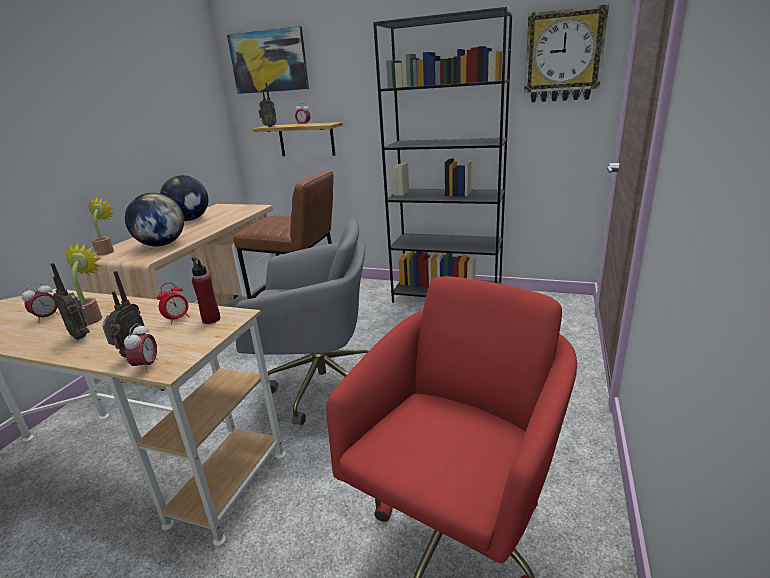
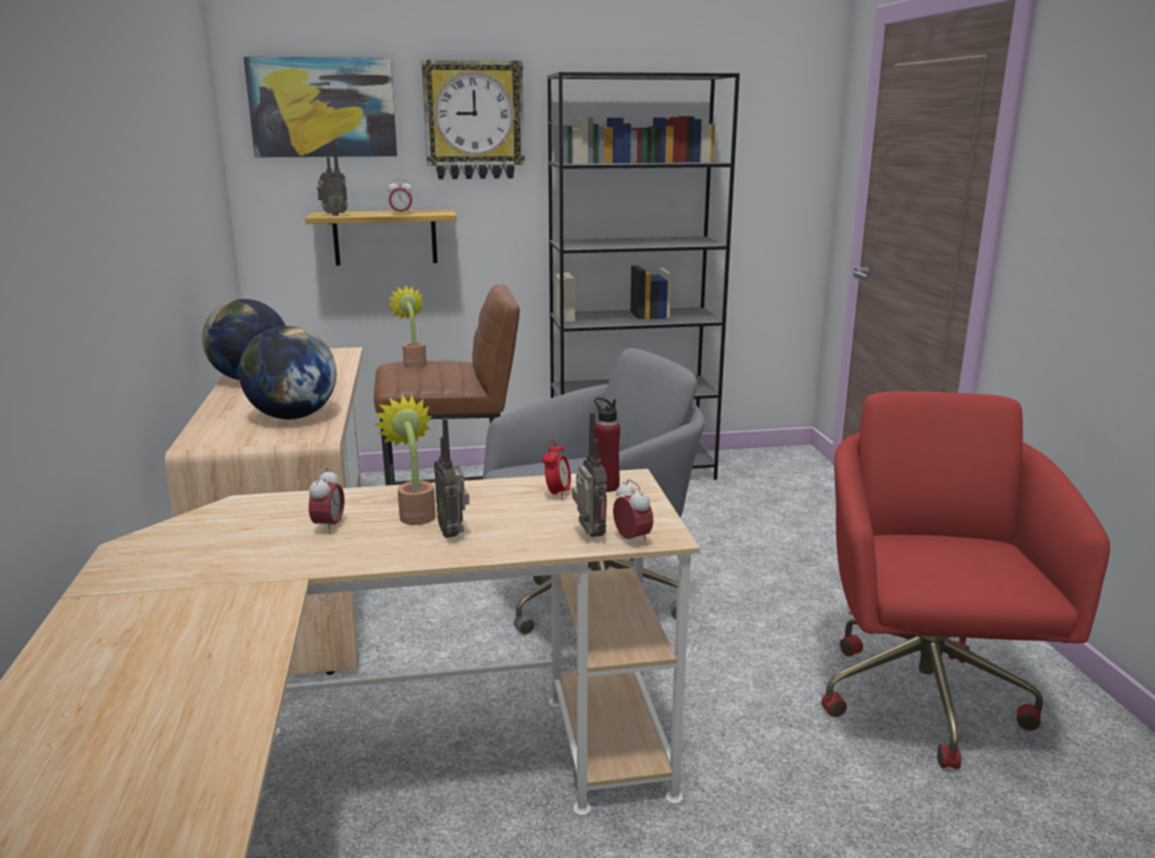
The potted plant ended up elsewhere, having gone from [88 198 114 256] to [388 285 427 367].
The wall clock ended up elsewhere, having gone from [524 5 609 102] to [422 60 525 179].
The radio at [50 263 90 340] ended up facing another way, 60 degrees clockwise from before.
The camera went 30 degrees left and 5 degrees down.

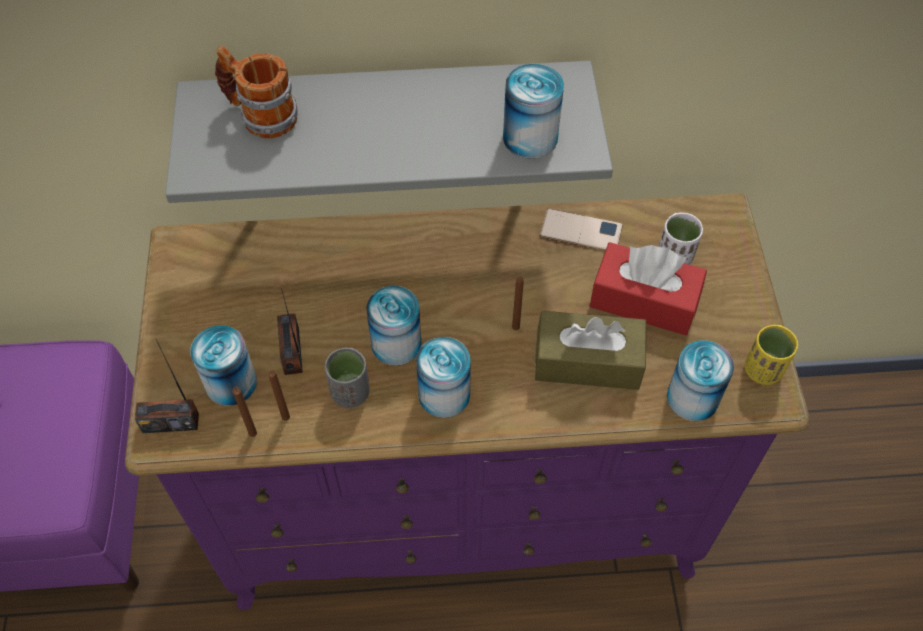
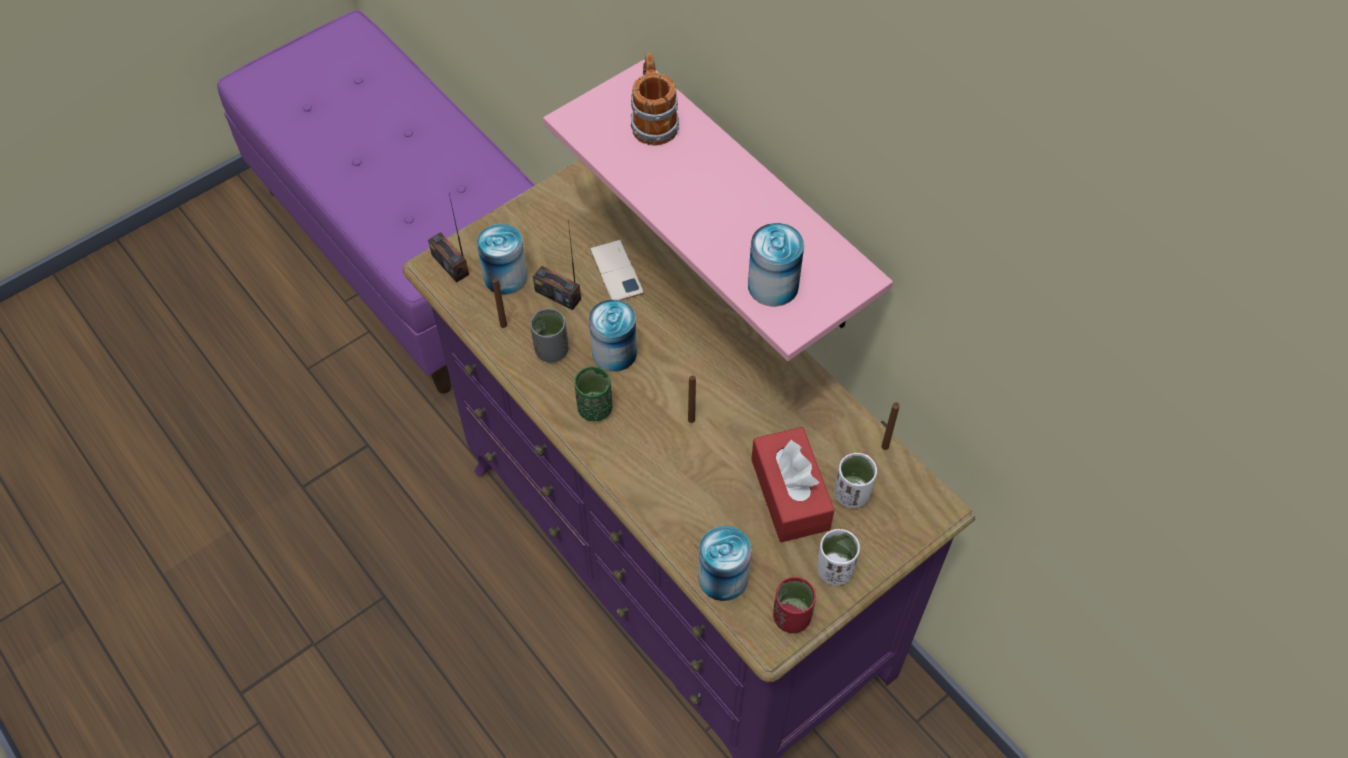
The radio at [277 288 303 375] ended up facing another way, 105 degrees counterclockwise from before.
What was the grey shelf at [165 60 613 203] turned into the pink shelf at [543 60 893 361].
Where the can stood at [416 337 471 418], the green cup came to stand at [574 366 612 421].
The phone ended up elsewhere, having gone from [540 209 623 251] to [590 239 644 301].
What was the yellow cup at [745 325 798 385] turned into the red cup at [773 577 816 633].
The second view gained the white cup at [817 529 860 585].
The brown candle ended up elsewhere, having gone from [233 387 257 437] to [881 402 900 450].
The second view lost the brown tissue box at [535 311 646 390].
The camera went 55 degrees right and 0 degrees up.

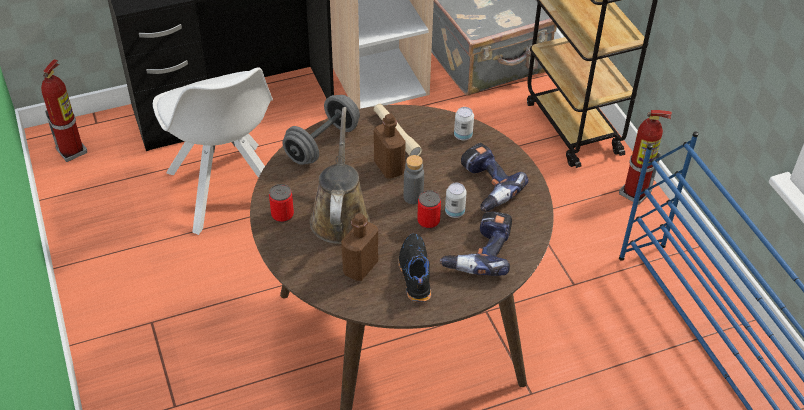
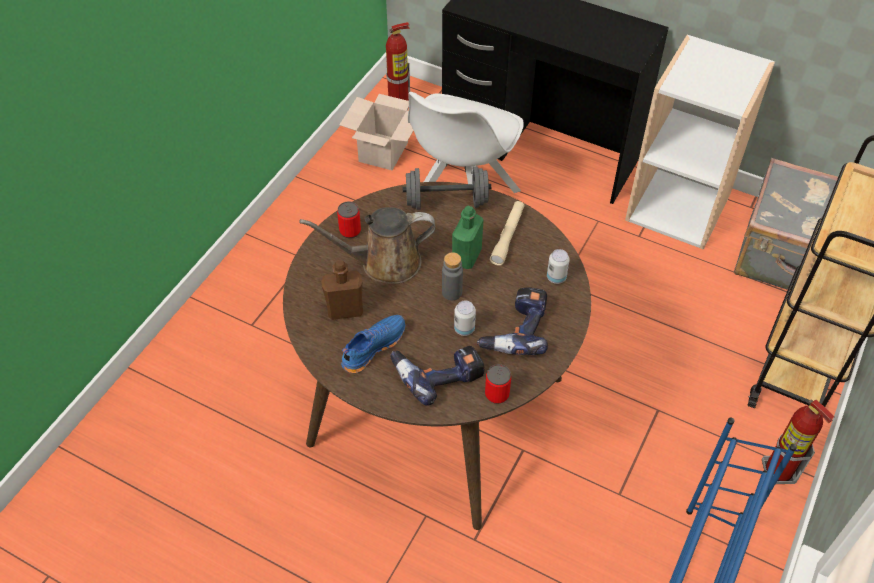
The brown watering can at [310 107 370 244] ended up facing another way, 150 degrees counterclockwise from before.
The second view gained the cardboard box at [339 94 414 170].
What was the black shoe at [398 234 431 303] turned into the blue shoe at [341 315 405 373].
What was the brown bottle at [374 113 406 179] turned into the green bottle at [452 206 483 269].
The can ended up elsewhere, having gone from [417 190 441 229] to [485 364 511 404].
The camera went 50 degrees right and 5 degrees up.

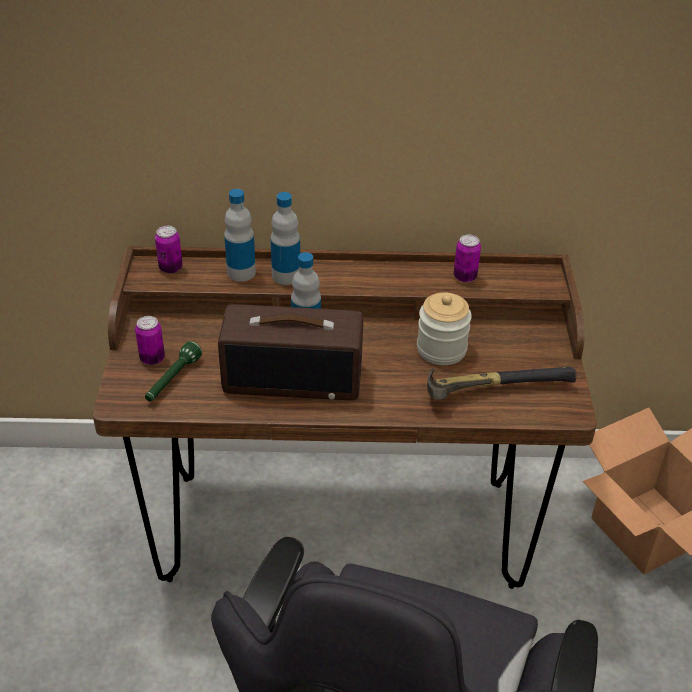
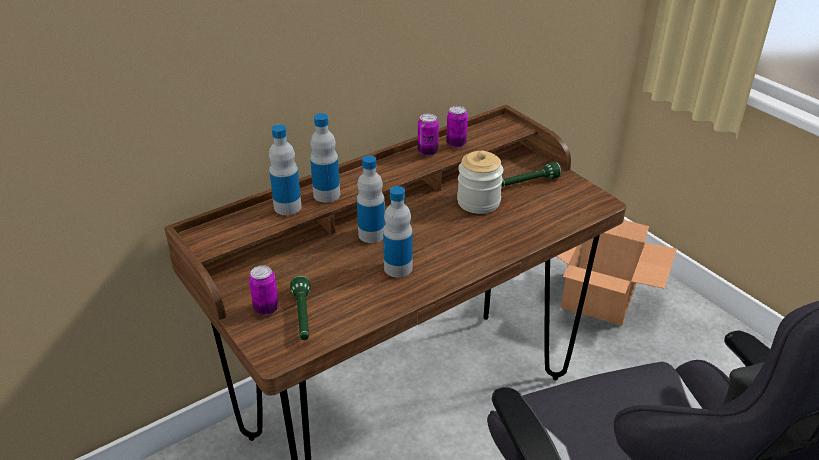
Where the radio stood at [218 304 363 400], the bottle came to stand at [383 186 413 278].
The can ended up elsewhere, having gone from [155 226 182 273] to [418 113 439 156].
The second view gained the green flashlight at [501 162 562 187].
The second view lost the hammer at [427 367 576 400].
The camera went 35 degrees left and 5 degrees down.

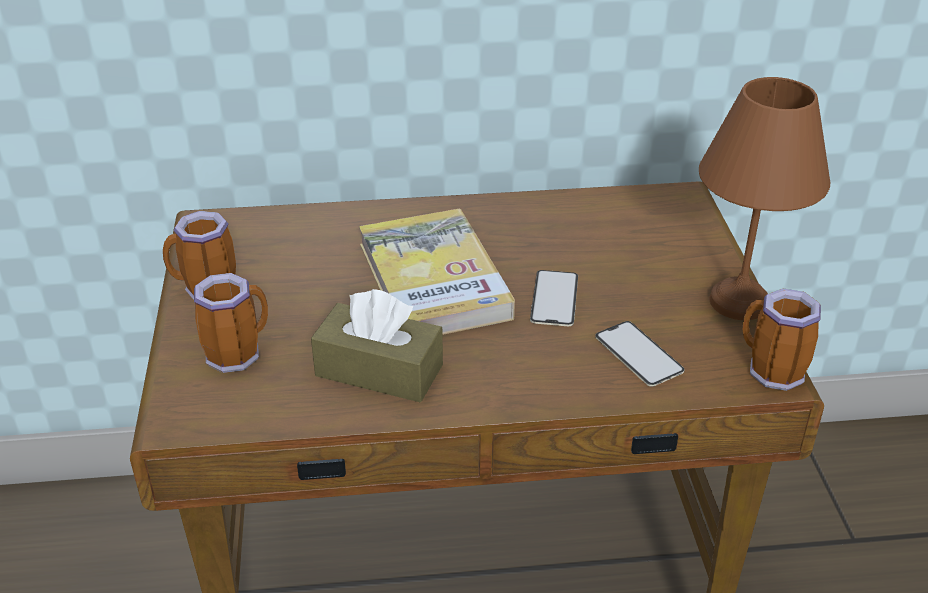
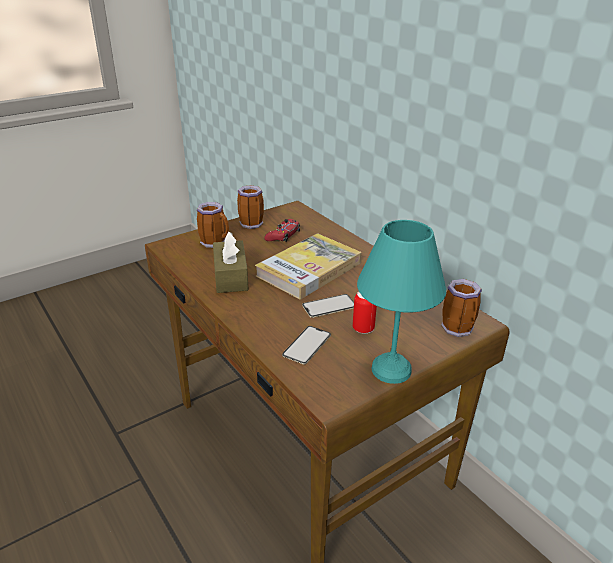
The second view gained the red game controller at [265 219 300 242].
The second view gained the can at [353 292 377 334].
What was the brown table lamp at [699 77 830 320] turned into the turquoise table lamp at [357 220 446 384].
The mug ended up elsewhere, having gone from [743 289 821 391] to [441 279 482 337].
The camera went 60 degrees right and 5 degrees down.

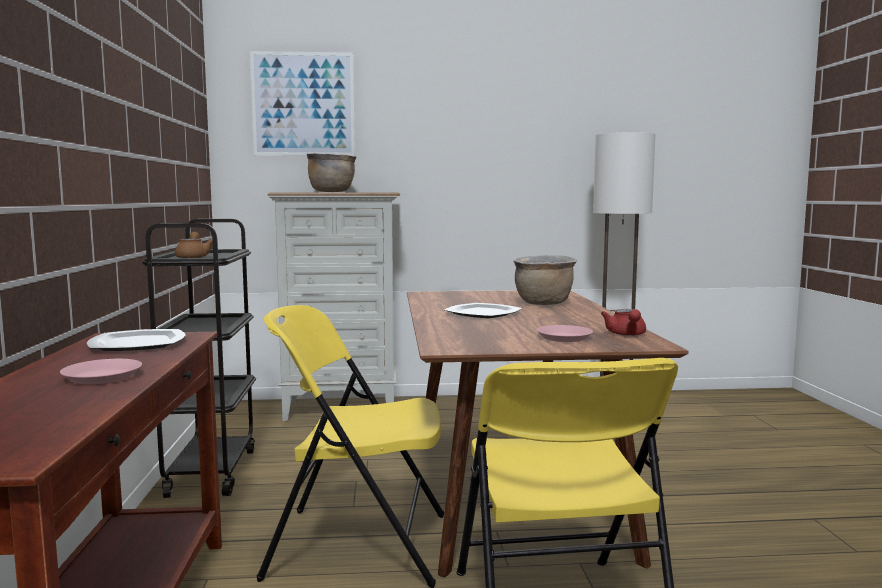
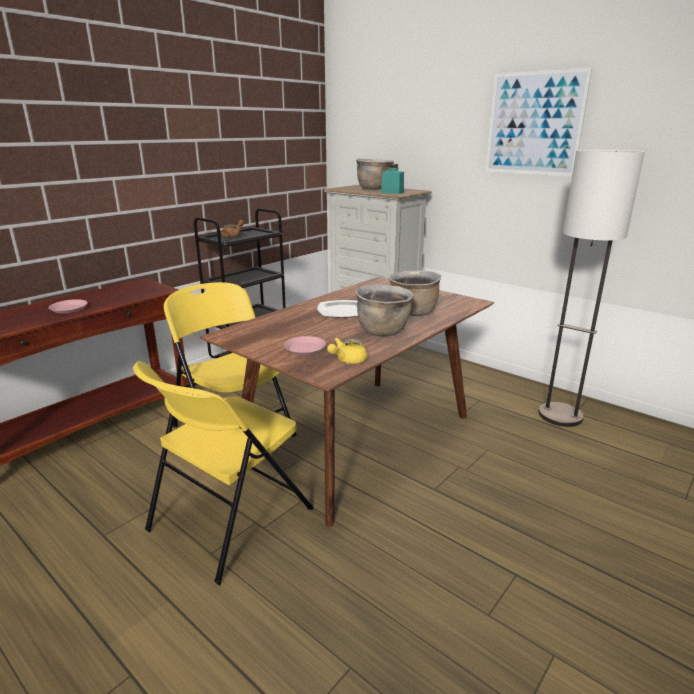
What was the red teapot at [601 309 646 336] turned into the yellow teapot at [327 337 368 364].
The second view gained the brown cooking pot at [356 284 414 336].
The second view gained the turquoise jar at [381 164 404 194].
The picture ended up elsewhere, having gone from [250 51 355 156] to [486 68 592 176].
The second view lost the plate at [87 329 185 351].
The camera went 45 degrees right and 15 degrees up.

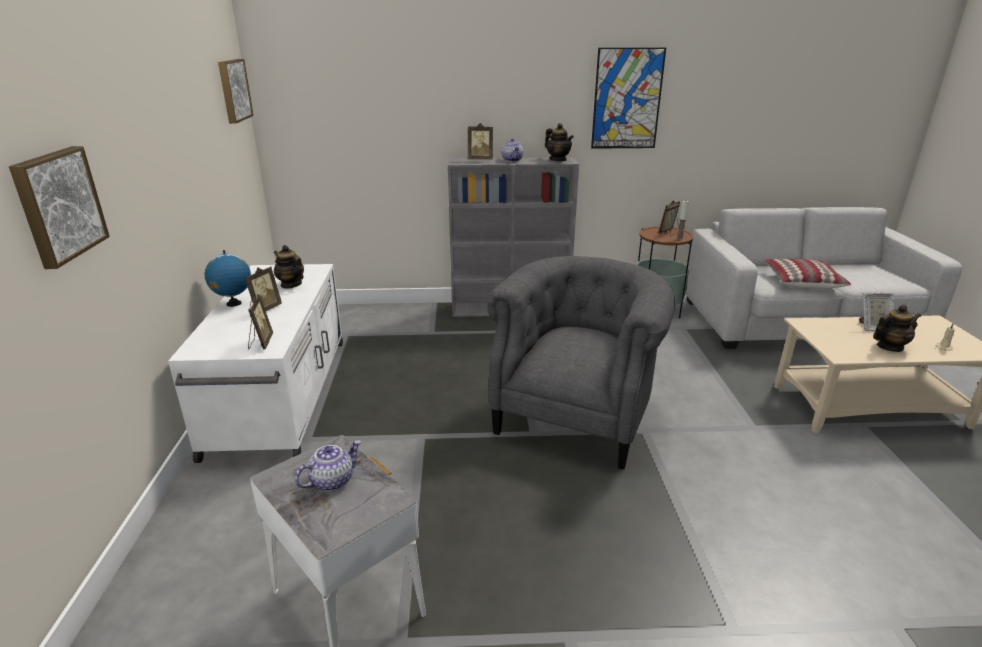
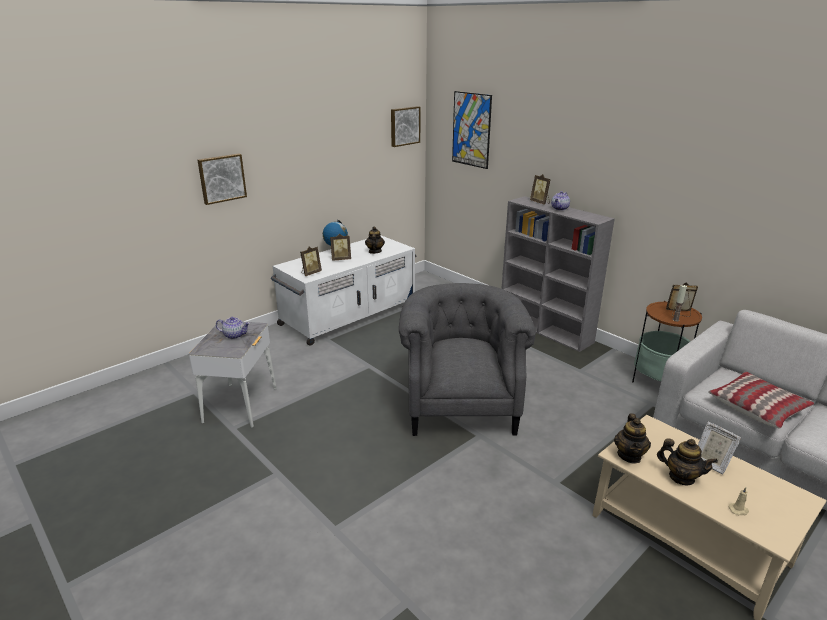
The grey armchair at [487 256 675 470] ended up facing another way, 75 degrees counterclockwise from before.
The picture ended up elsewhere, having gone from [591 48 666 149] to [452 91 492 169].
The teapot ended up elsewhere, having gone from [545 123 574 161] to [614 413 651 464].
The camera went 50 degrees right and 0 degrees up.

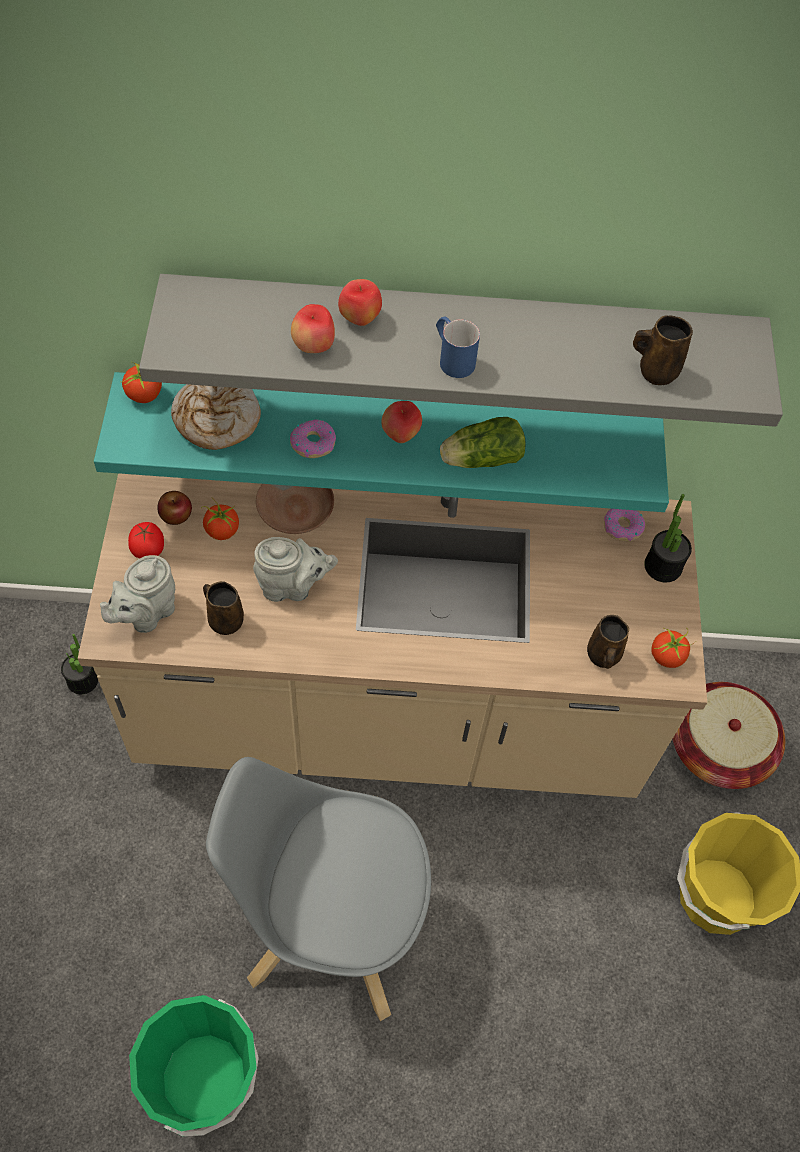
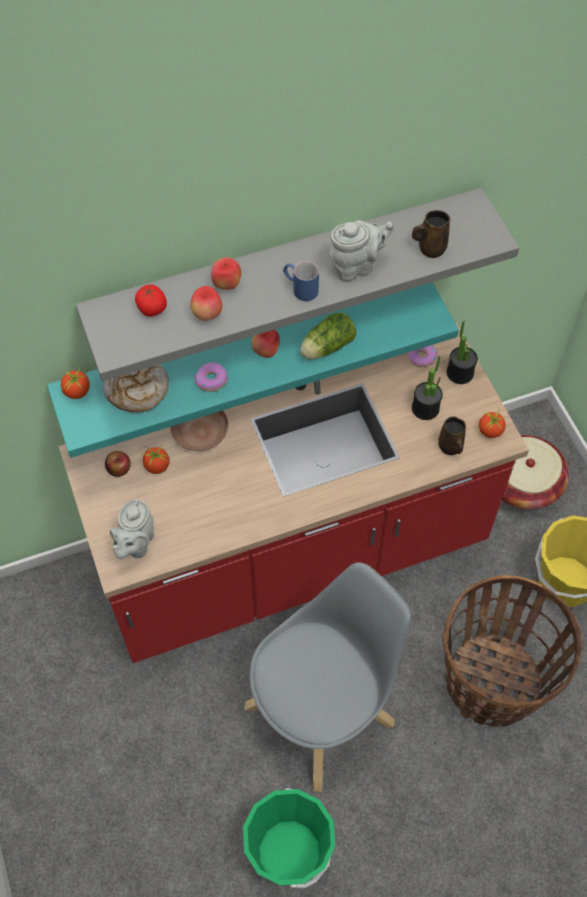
What was the beige counter at [78 473 707 798] turned into the red counter at [59 323 529 663].
The tomato ended up elsewhere, having gone from [128 522 164 558] to [135 285 167 317].
The grey chair at [206 757 431 1021] ended up facing another way, 150 degrees clockwise from before.
The grey teapot ended up elsewhere, having gone from [253 537 338 602] to [330 220 394 281].
The potted plant ended up elsewhere, having gone from [61 634 98 694] to [412 355 443 420].
The second view gained the basket at [442 575 583 727].
The second view lost the brown mug at [203 581 244 635].
The camera went 20 degrees left and 0 degrees up.

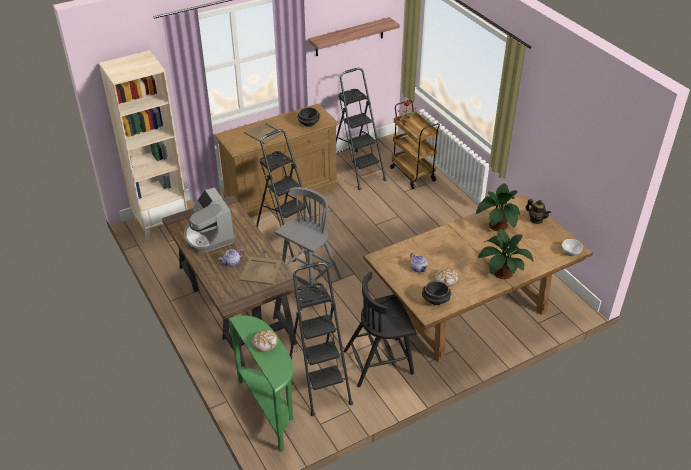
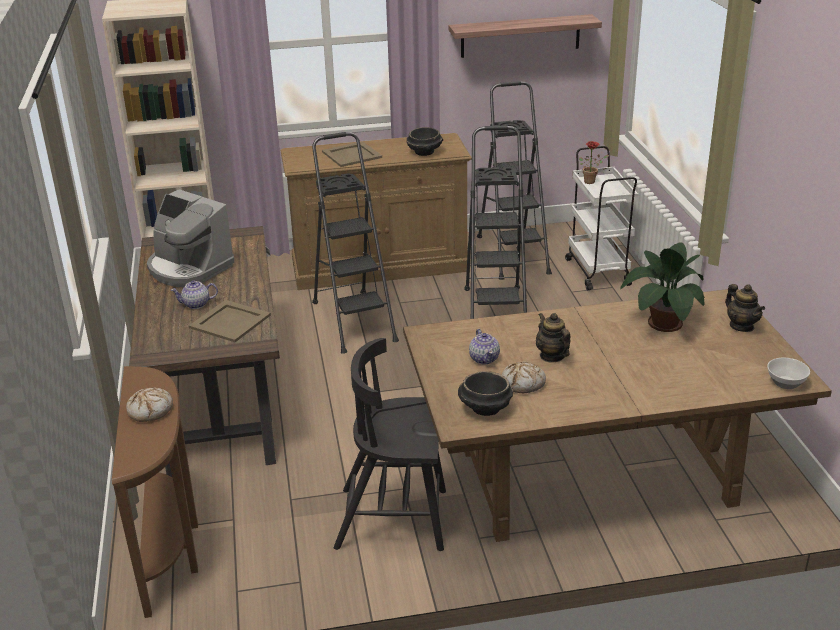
What was the green console table at [228 316 293 452] turned into the brown console table at [112 366 198 618].
The coffee machine at [184 187 235 252] ended up facing another way, 45 degrees counterclockwise from before.
The step ladder ended up elsewhere, having gone from [290 262 353 416] to [464 126 527 319].
The second view gained the teapot at [536 313 570 363].
What was the brown cart at [390 100 440 189] turned into the white cart at [565 146 638 290].
The second view lost the grey stool at [275 187 341 286].
The second view lost the potted plant at [478 229 534 279].
The camera went 20 degrees right and 10 degrees down.

